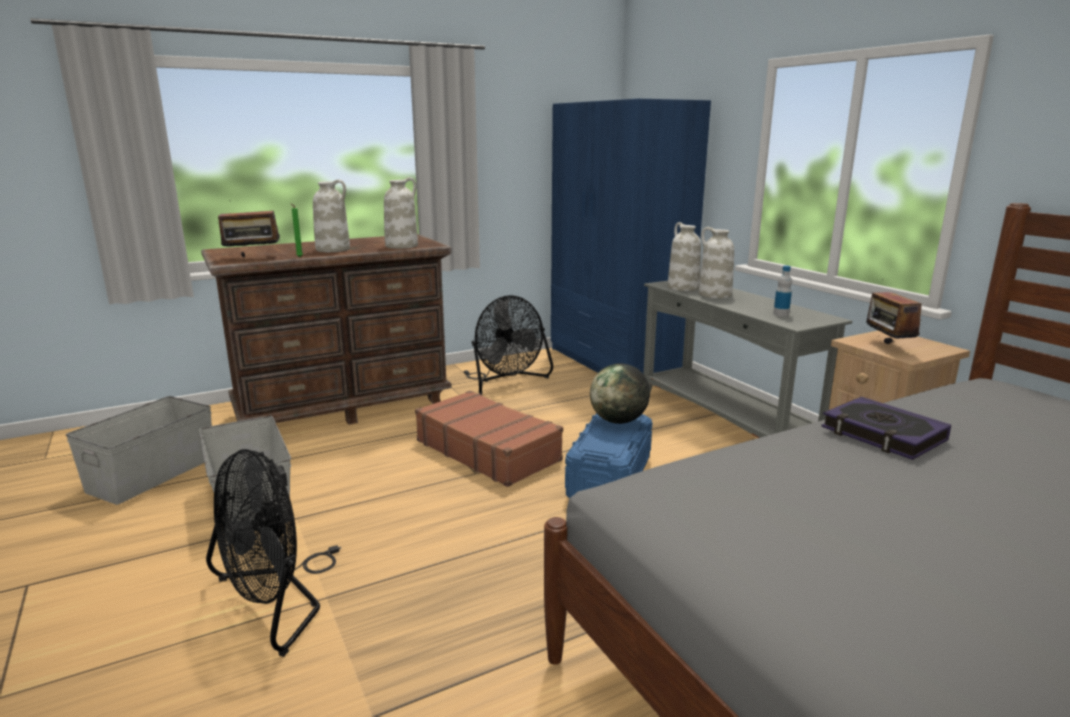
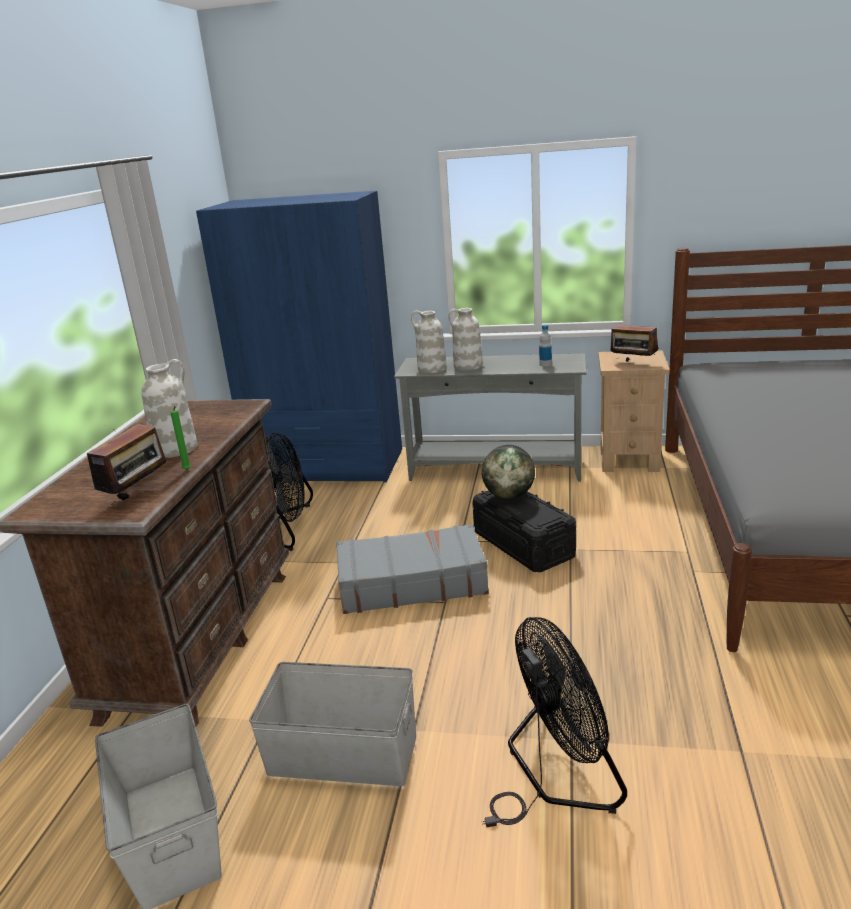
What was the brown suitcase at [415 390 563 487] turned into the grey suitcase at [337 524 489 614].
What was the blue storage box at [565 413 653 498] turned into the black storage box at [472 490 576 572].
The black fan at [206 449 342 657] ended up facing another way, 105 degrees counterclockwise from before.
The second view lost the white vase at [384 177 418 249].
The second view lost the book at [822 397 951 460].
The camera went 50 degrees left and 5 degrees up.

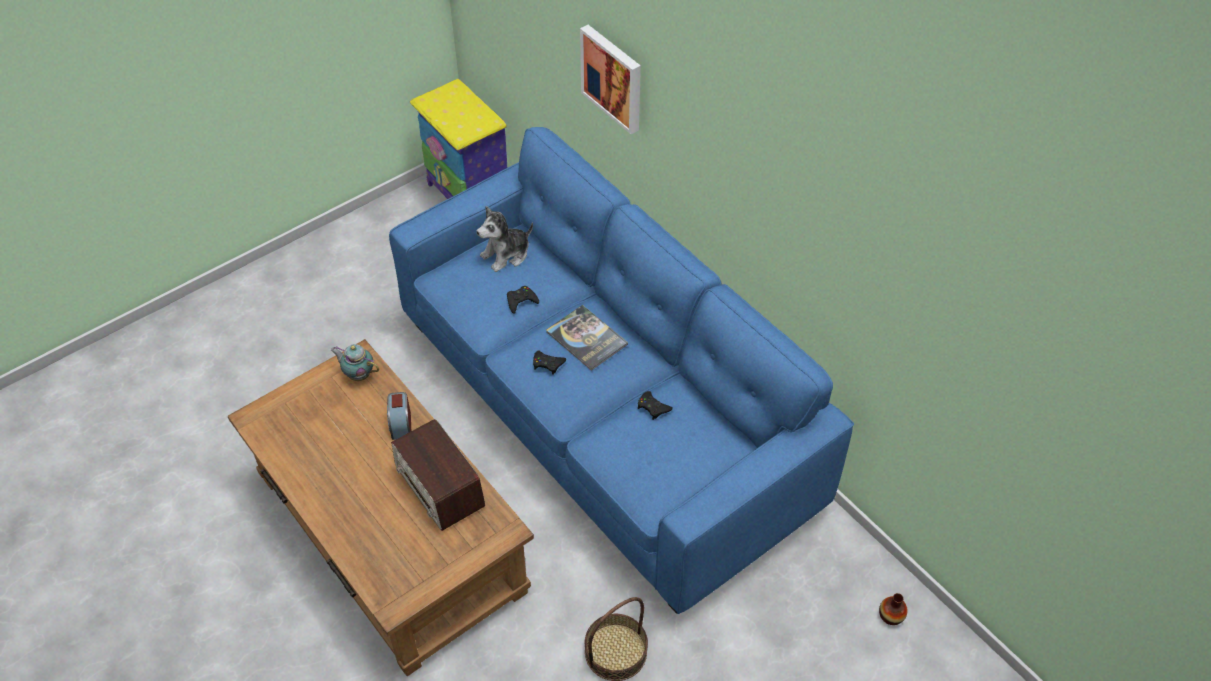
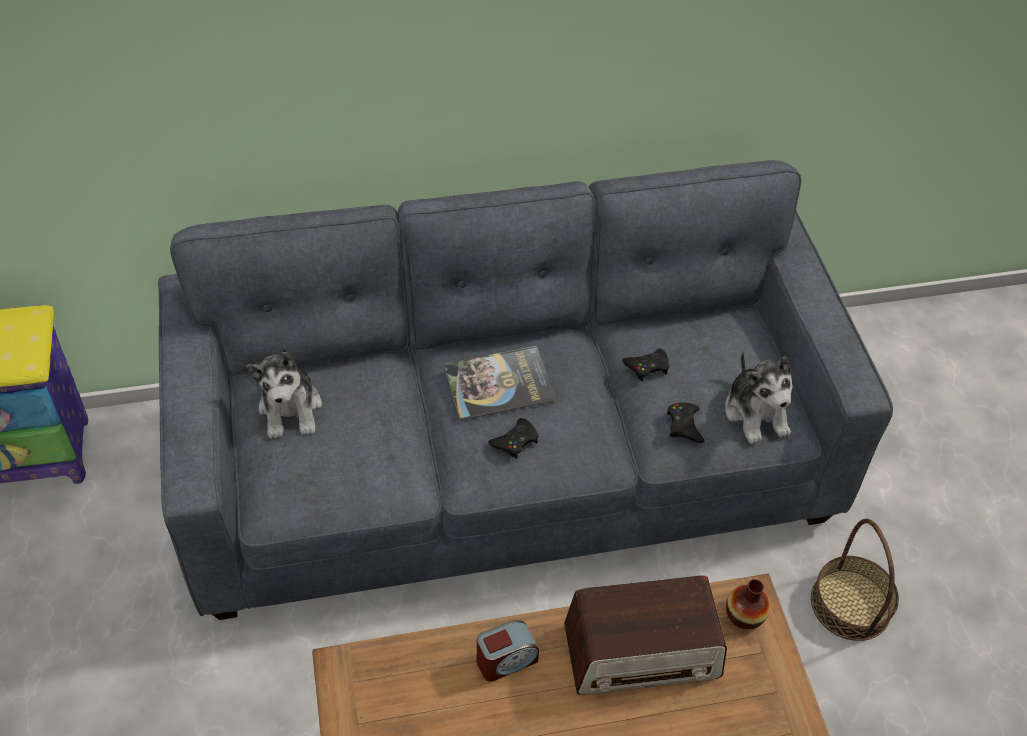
What was the blue sofa at [389 127 854 614] turned into the grey sofa at [158 160 893 620].
The alarm clock at [387 392 411 440] ended up facing another way, 45 degrees counterclockwise from before.
The black game controller ended up elsewhere, having gone from [507 286 539 314] to [667 403 704 443].
The second view gained the plush toy at [725 351 792 444].
The vase ended up elsewhere, having gone from [879 593 908 625] to [726 579 770 629].
The second view lost the teapot at [331 344 379 381].
The second view lost the picture at [580 25 641 134].
The camera went 65 degrees left and 0 degrees up.

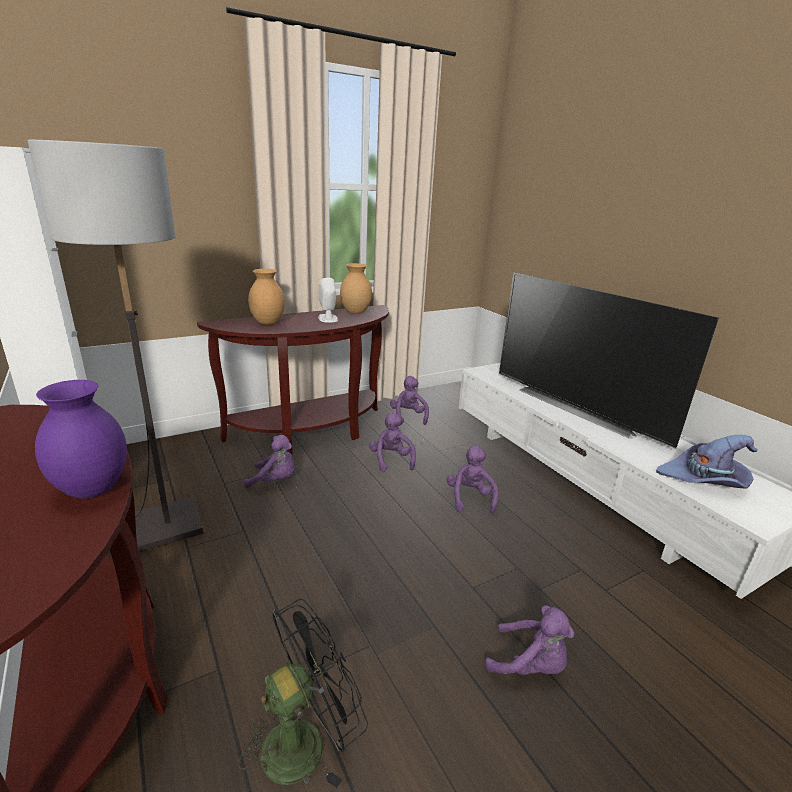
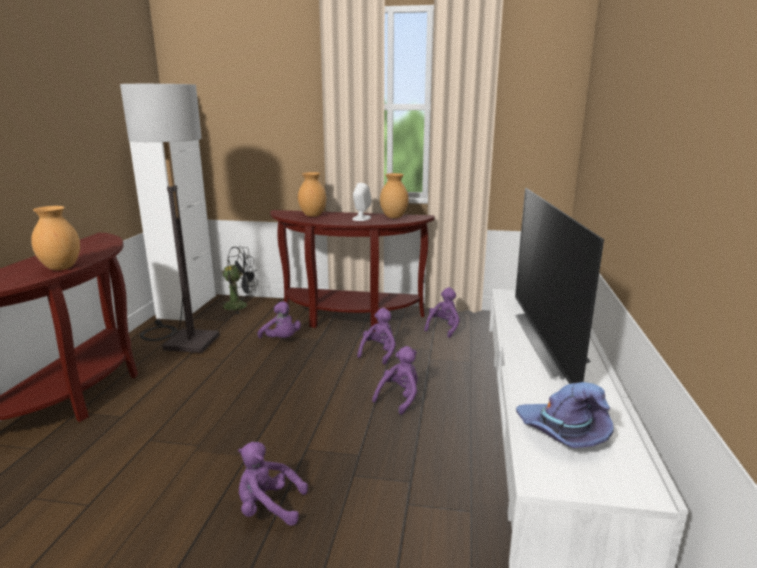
What was the purple vase at [35 380 127 499] turned into the brown vase at [31 206 80 270].
The black fan ended up elsewhere, having gone from [238 599 368 788] to [219 246 258 314].
The purple plush toy at [485 605 575 675] ended up facing another way, 120 degrees clockwise from before.
The camera went 40 degrees right and 5 degrees down.

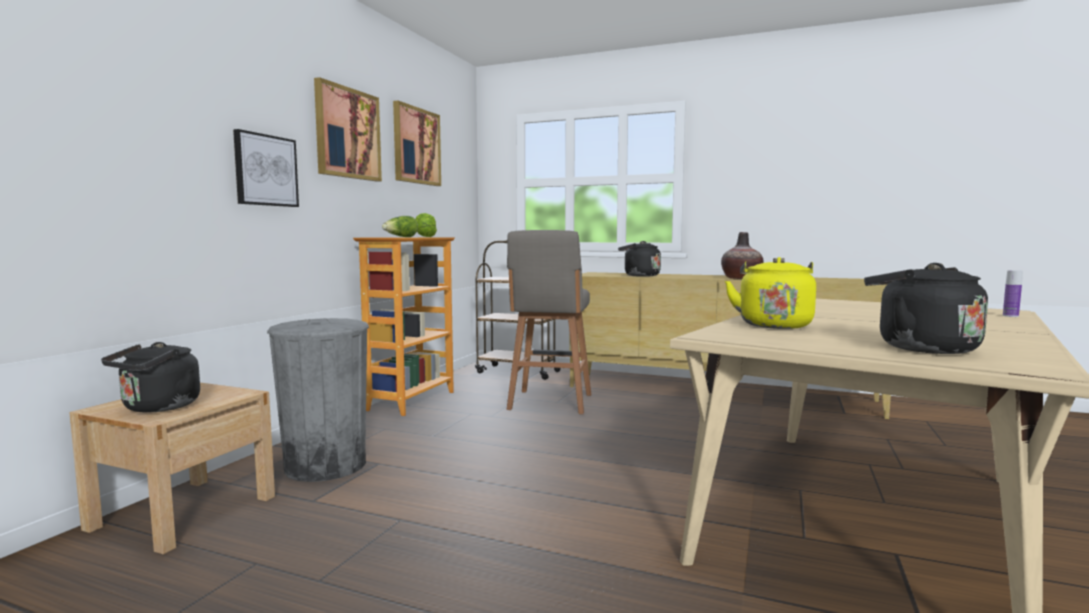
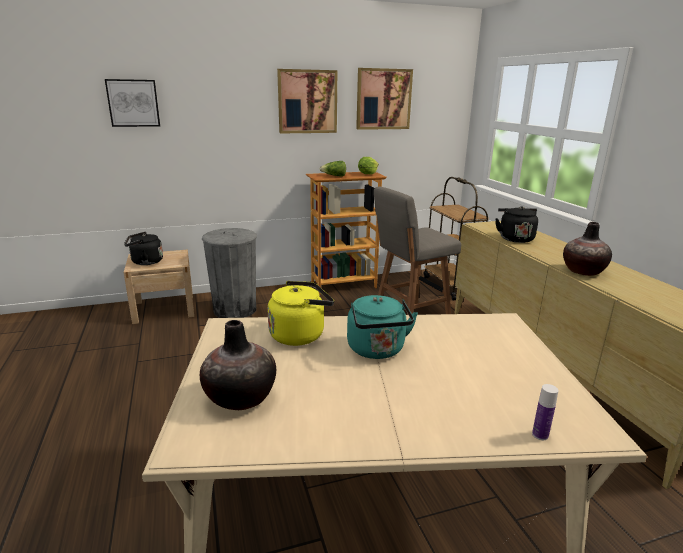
The picture ended up elsewhere, having gone from [233 129 299 207] to [105 79 160 127].
Where the black kettle stood at [864 263 988 354], the vase came to stand at [200 320 276 410].
The second view gained the turquoise kettle at [347 295 418 359].
The camera went 50 degrees right and 15 degrees up.

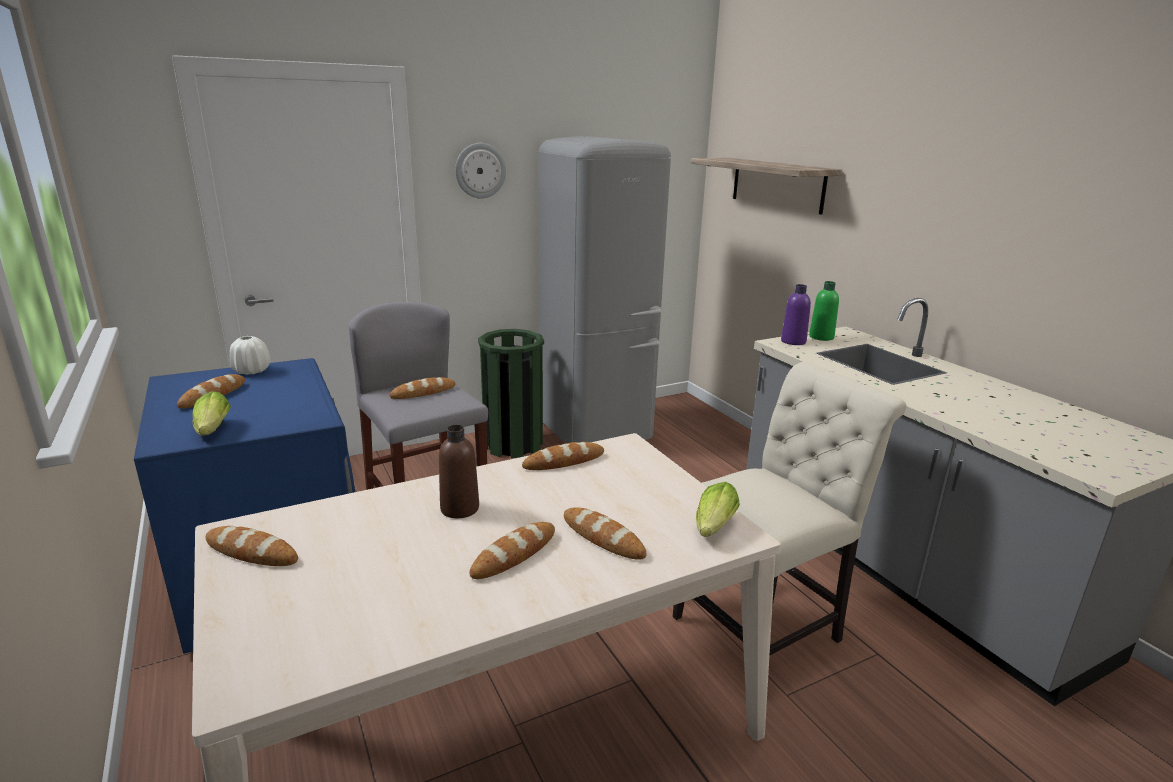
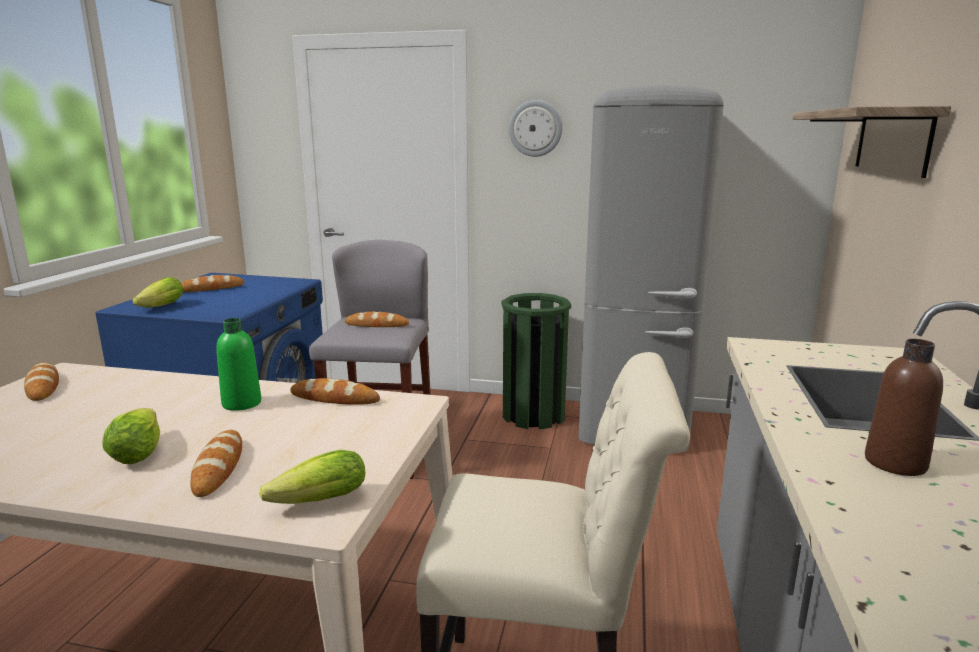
Where the bread stood at [469 522 555 579], the lettuce came to stand at [102 408 160 464].
The green bottle ended up elsewhere, having gone from [809 281 839 341] to [216 318 261 411].
The brown bottle ended up elsewhere, having gone from [439 425 479 518] to [865 339 943 476].
The second view lost the white vase at [230 336 270 375].
The second view lost the purple bottle at [781 284 811 345].
The camera went 40 degrees right and 5 degrees down.

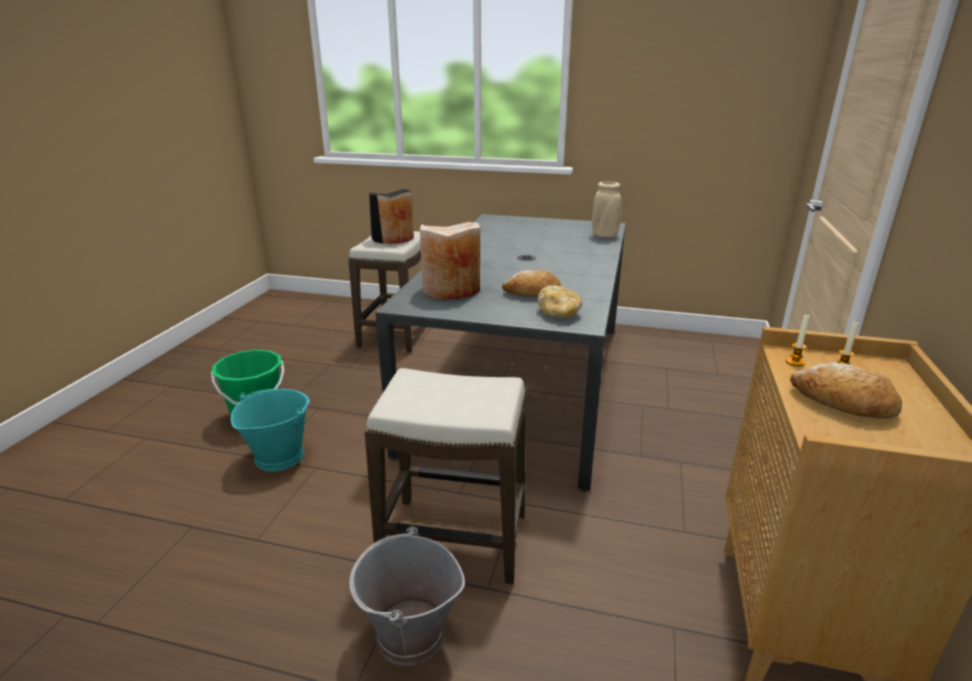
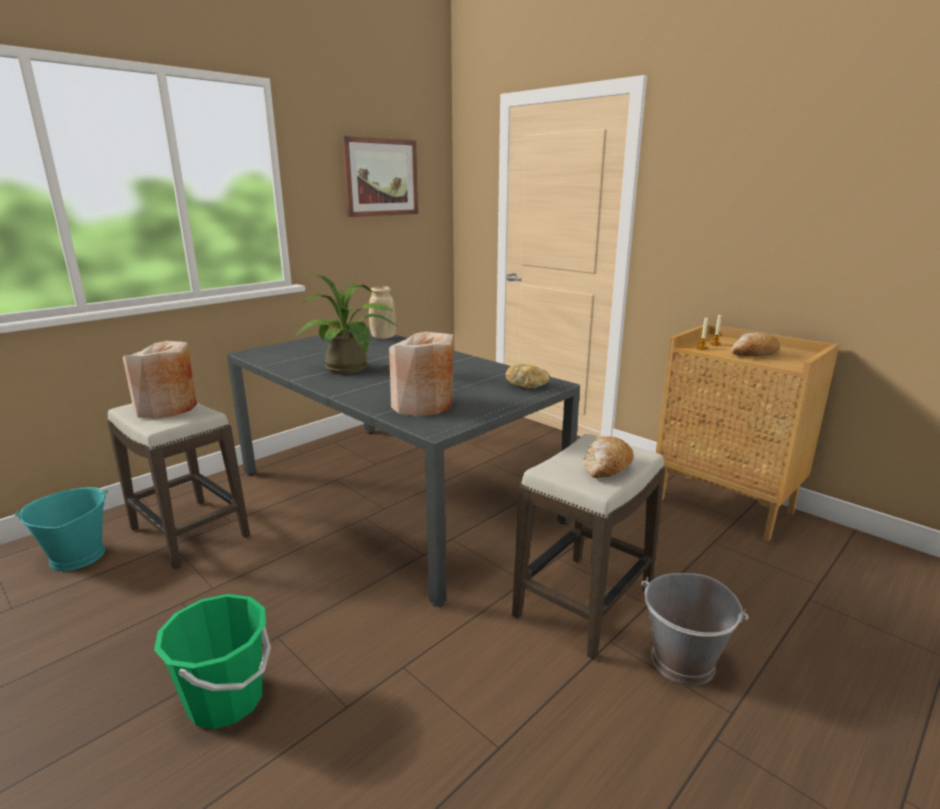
The turquoise bucket ended up elsewhere, having gone from [231 389 310 472] to [14 487 108 571].
What was the black vase at [369 189 414 244] turned into the beige vase at [123 341 197 419].
The second view gained the potted plant at [294 273 398 374].
The second view gained the picture at [341 136 418 217].
The bread ended up elsewhere, having gone from [502 270 561 297] to [583 436 633 478].
The camera went 60 degrees left and 5 degrees down.

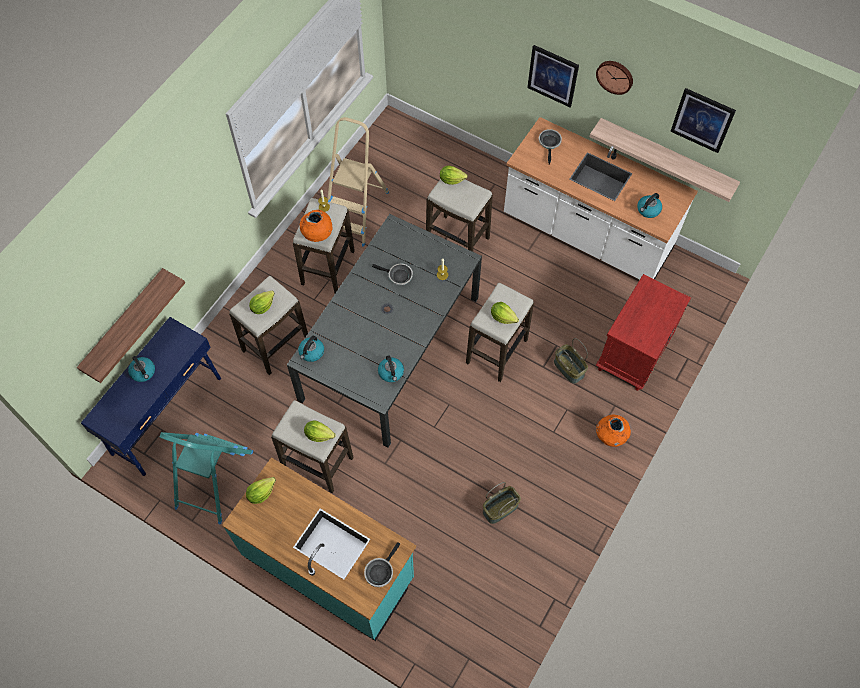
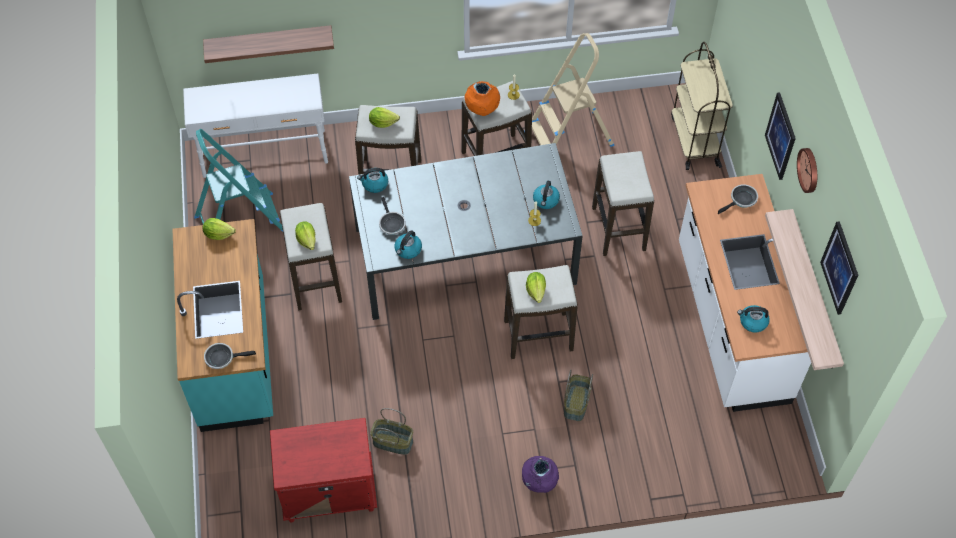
What was the blue console table at [81 317 221 476] turned into the white console table at [183 74 328 178].
The red nightstand ended up elsewhere, having gone from [596 274 691 391] to [270 418 377 523].
The frying pan ended up elsewhere, having gone from [372 264 413 285] to [379 197 406 235].
What was the orange vase at [596 414 631 447] turned into the purple vase at [522 456 559 493].
The kettle ended up elsewhere, having gone from [128 356 155 382] to [533 181 560 209].
The second view gained the beige cart at [671 42 733 170].
The second view lost the lettuce at [440 166 468 185].
The camera went 50 degrees right and 5 degrees down.

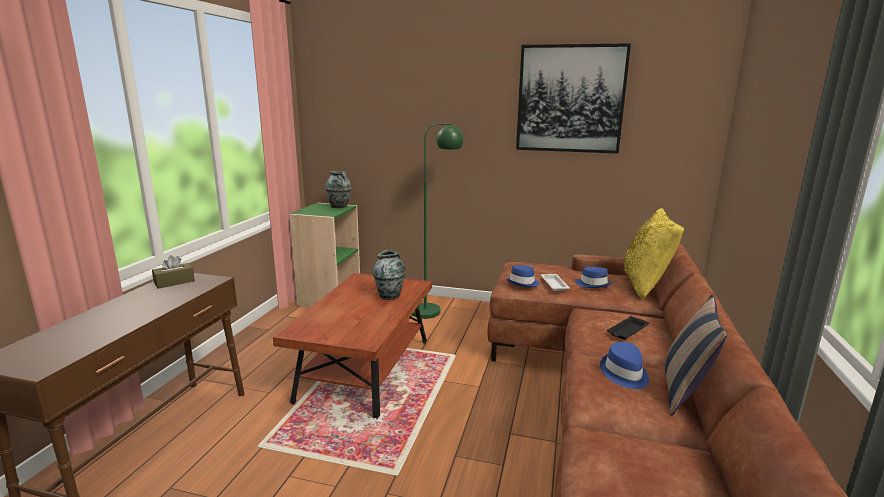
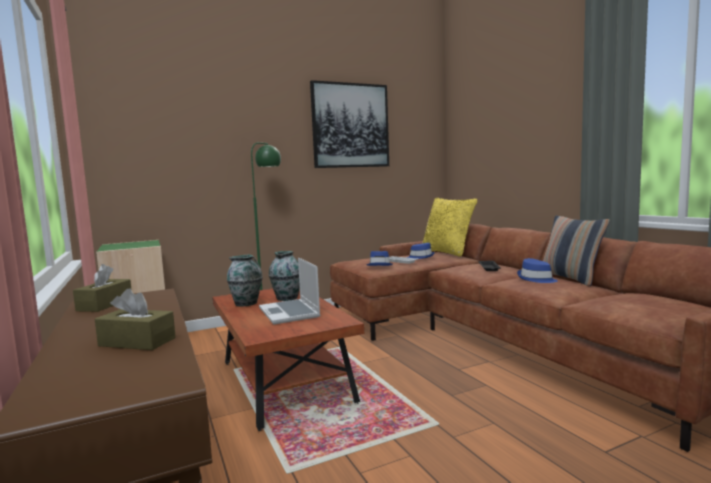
The second view gained the brown tissue box at [95 288 176 350].
The vase ended up elsewhere, having gone from [325 171 351 208] to [227 254 263 307].
The second view gained the laptop at [259 257 320 324].
The camera went 40 degrees left and 10 degrees down.

